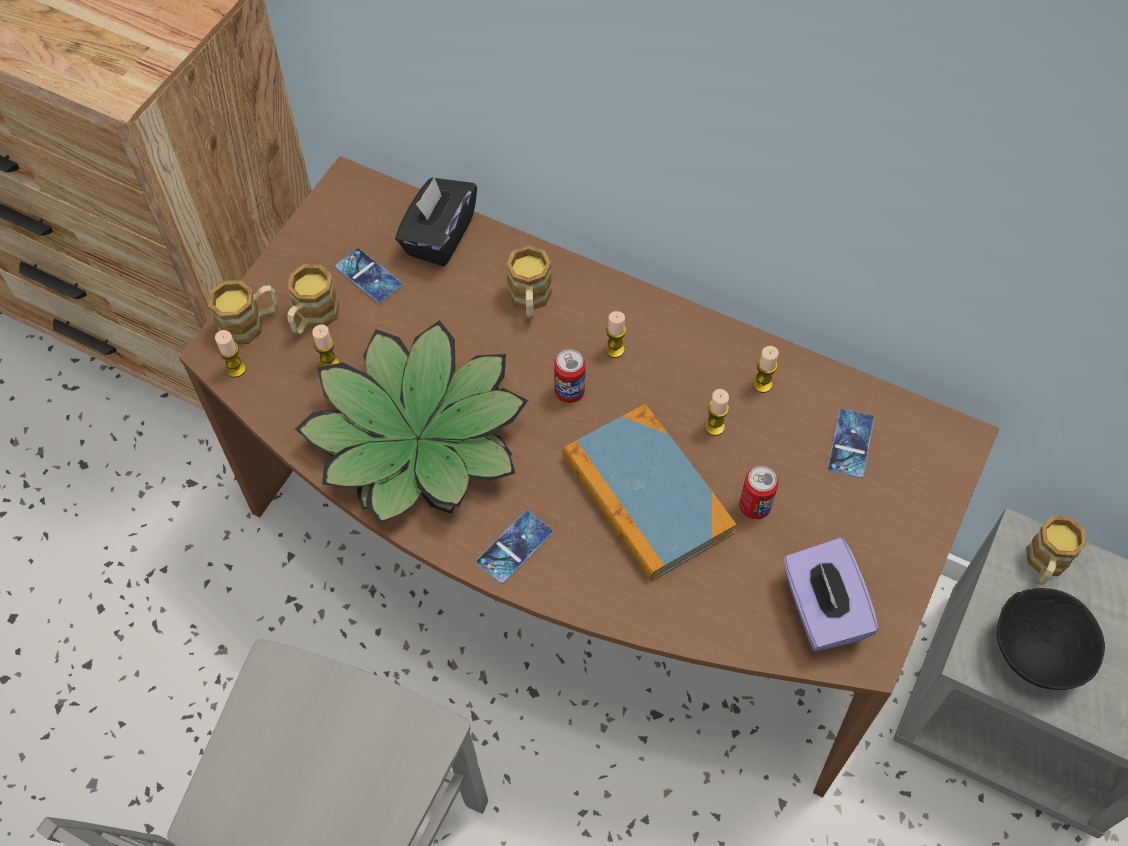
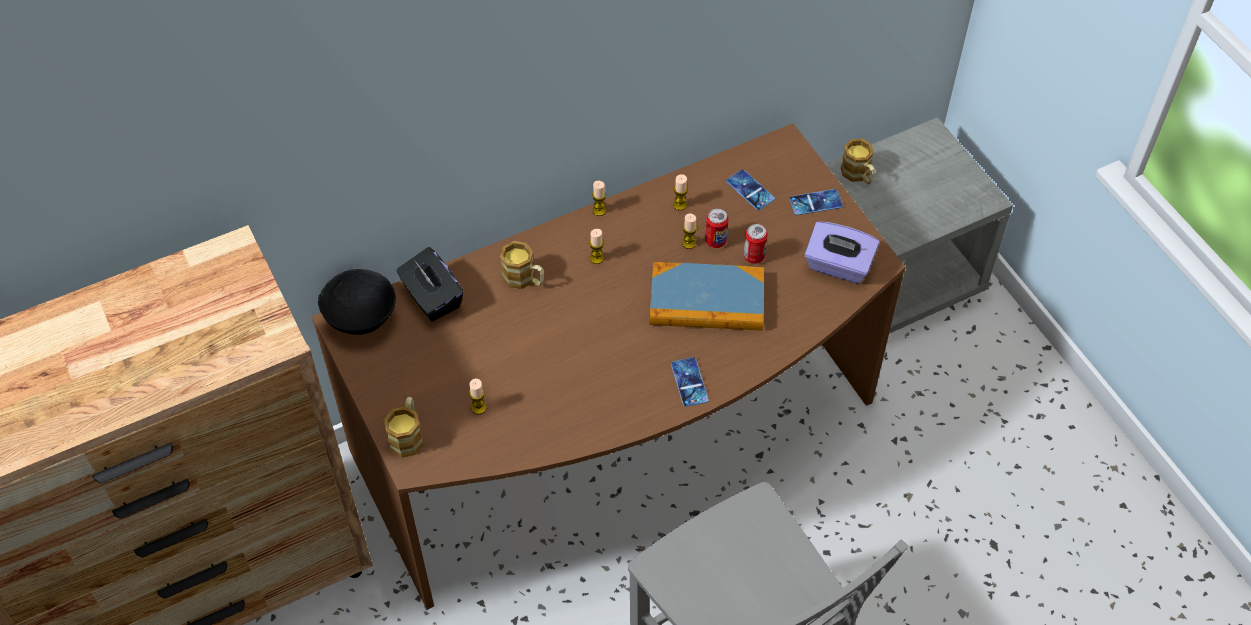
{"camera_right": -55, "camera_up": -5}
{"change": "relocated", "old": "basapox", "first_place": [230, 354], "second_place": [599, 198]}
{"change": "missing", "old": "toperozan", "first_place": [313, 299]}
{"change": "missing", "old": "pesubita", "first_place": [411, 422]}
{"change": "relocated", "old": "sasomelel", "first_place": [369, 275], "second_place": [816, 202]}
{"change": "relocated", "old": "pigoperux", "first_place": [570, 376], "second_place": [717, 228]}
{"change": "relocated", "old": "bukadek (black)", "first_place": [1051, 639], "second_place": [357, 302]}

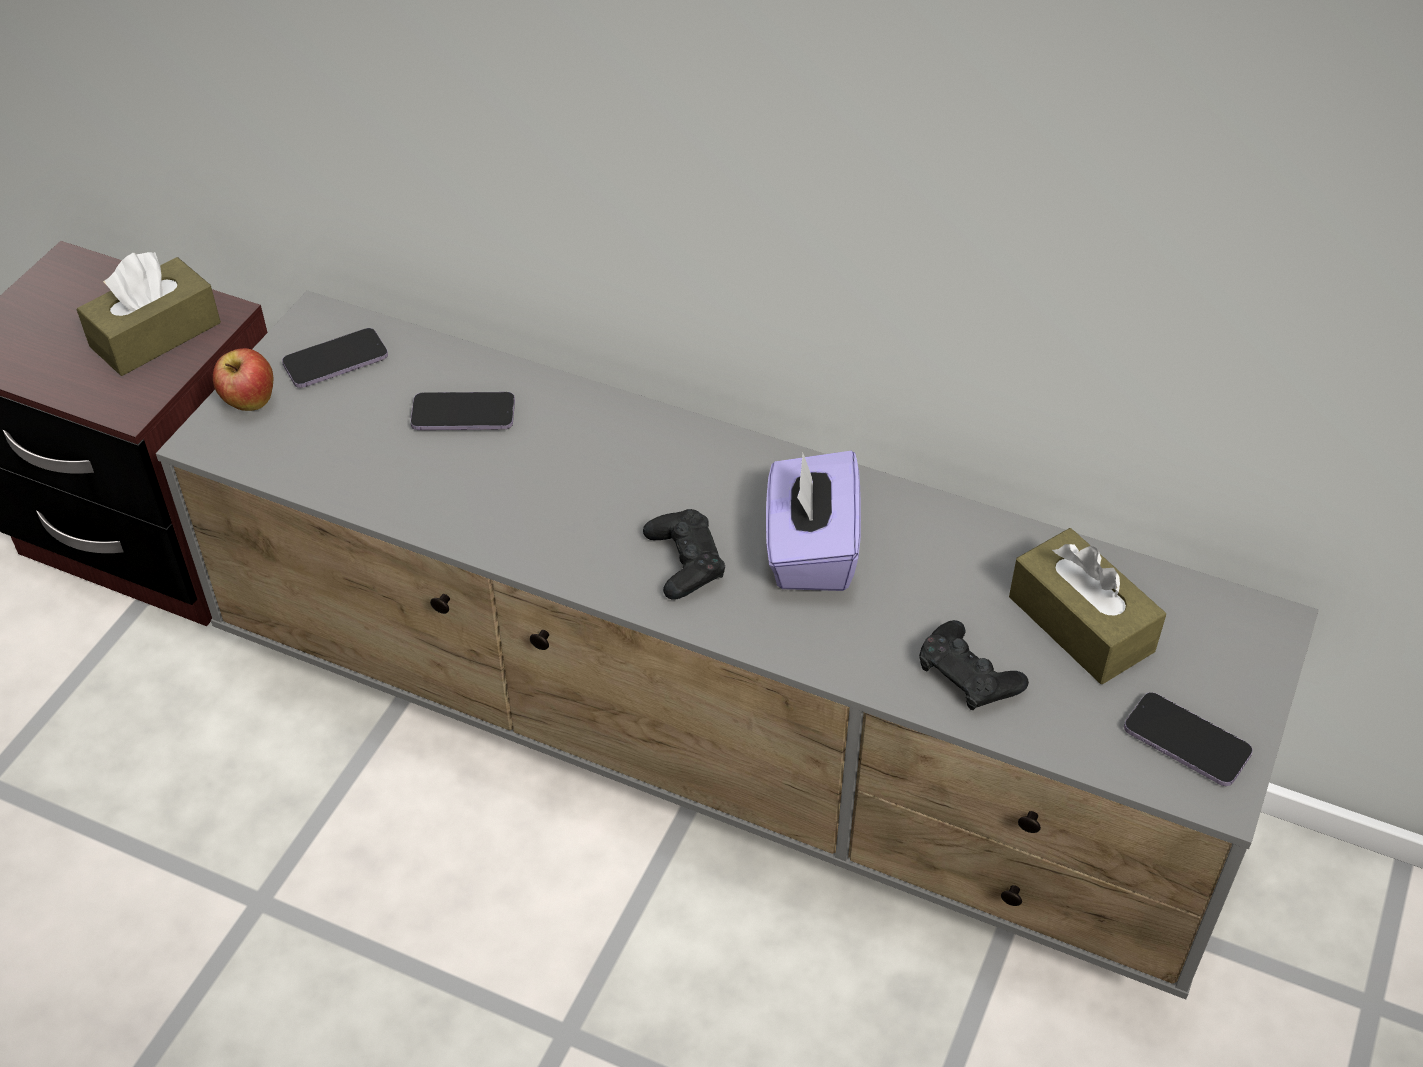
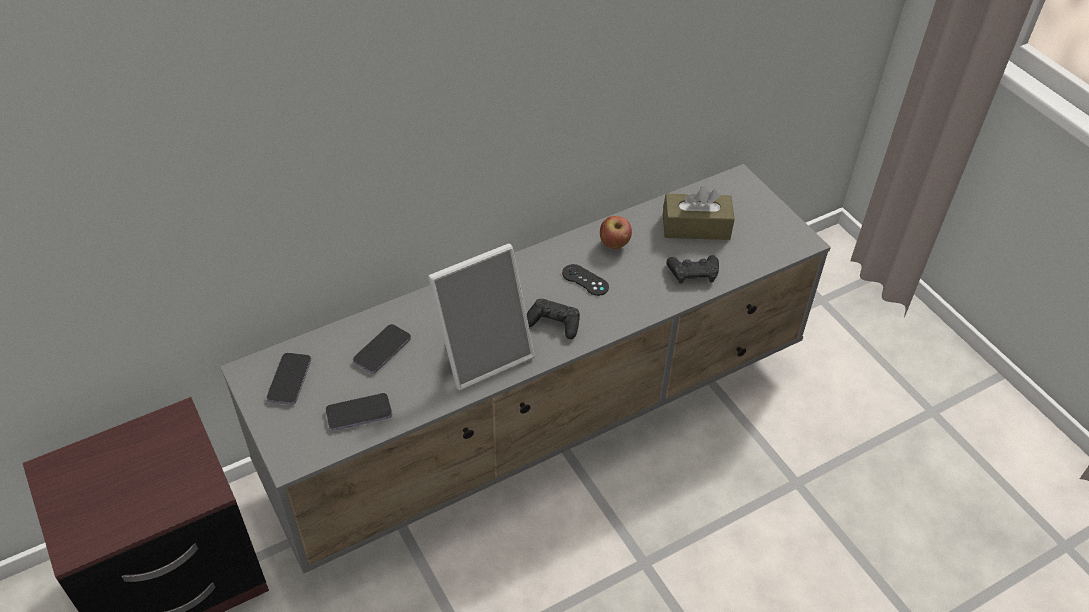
{"camera_right": -55, "camera_up": 0}
{"change": "missing", "old": "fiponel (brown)", "first_place": [148, 314]}
{"change": "relocated", "old": "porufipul", "first_place": [243, 379], "second_place": [616, 232]}
{"change": "exchanged", "old": "fiponel (purple)", "new": "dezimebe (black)", "first_place": [813, 521], "second_place": [585, 280]}
{"change": "relocated", "old": "sasomelel", "first_place": [1188, 739], "second_place": [358, 412]}
{"change": "appeared", "new": "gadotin", "second_place": [481, 317]}

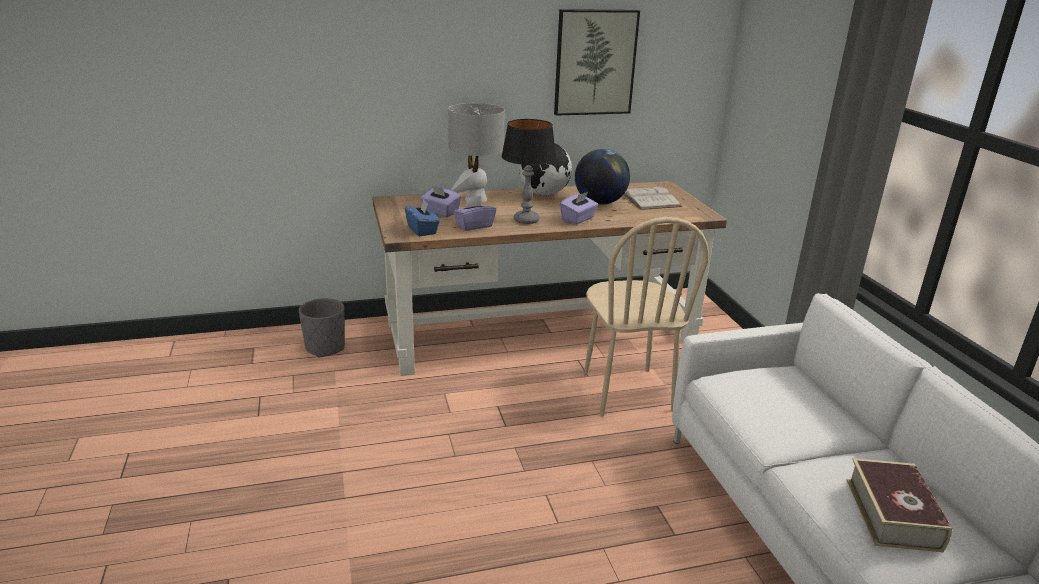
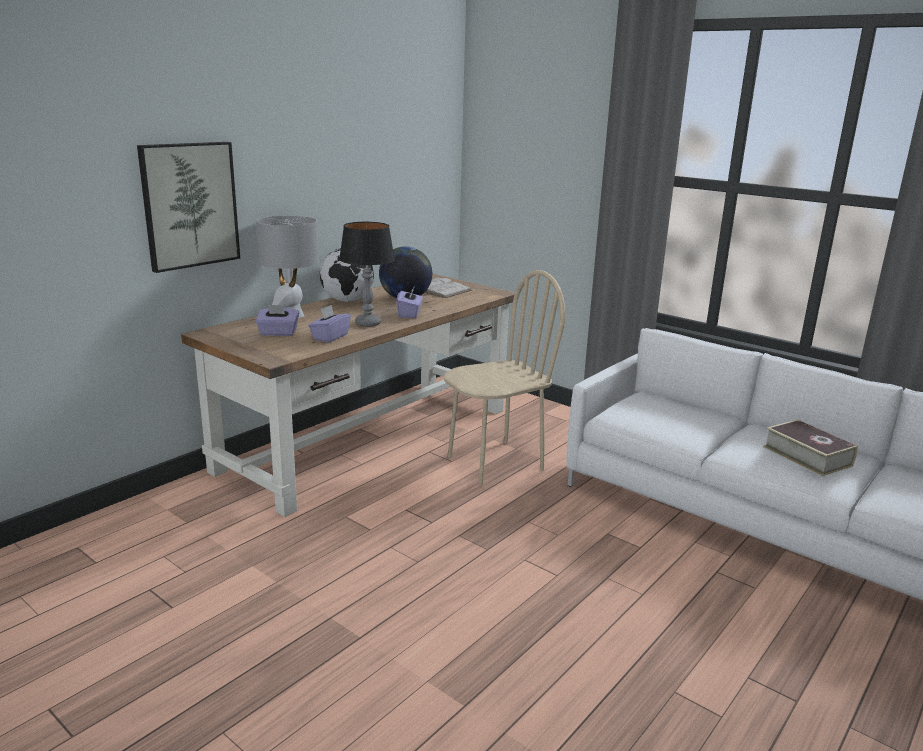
{"camera_right": -35, "camera_up": -5}
{"change": "missing", "old": "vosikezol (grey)", "first_place": [322, 328]}
{"change": "missing", "old": "fiponel (blue)", "first_place": [422, 217]}
{"change": "relocated", "old": "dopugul", "first_place": [597, 62], "second_place": [188, 207]}
{"change": "spun", "old": "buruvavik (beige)", "first_place": [646, 317], "second_place": [504, 377], "degrees": -75}

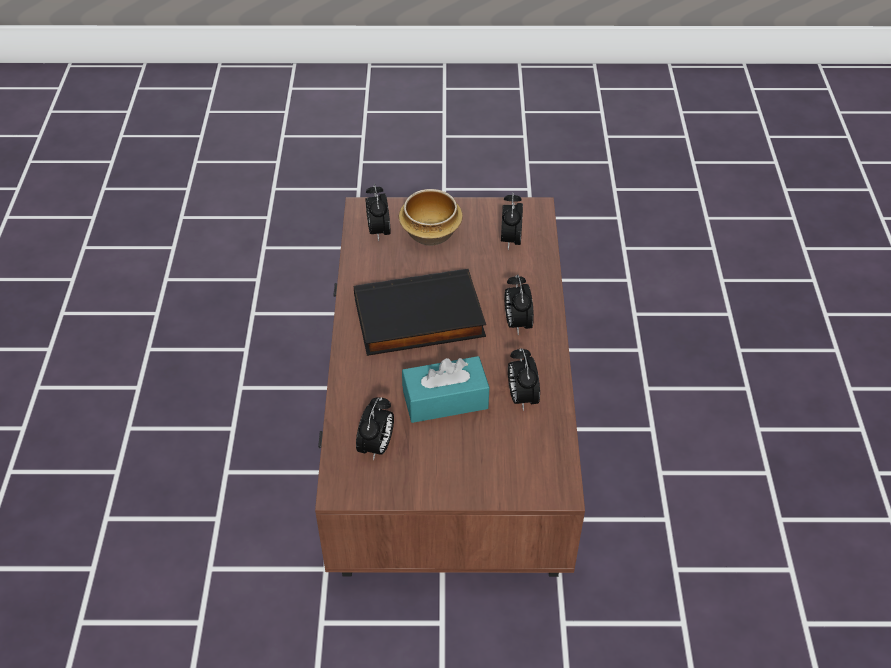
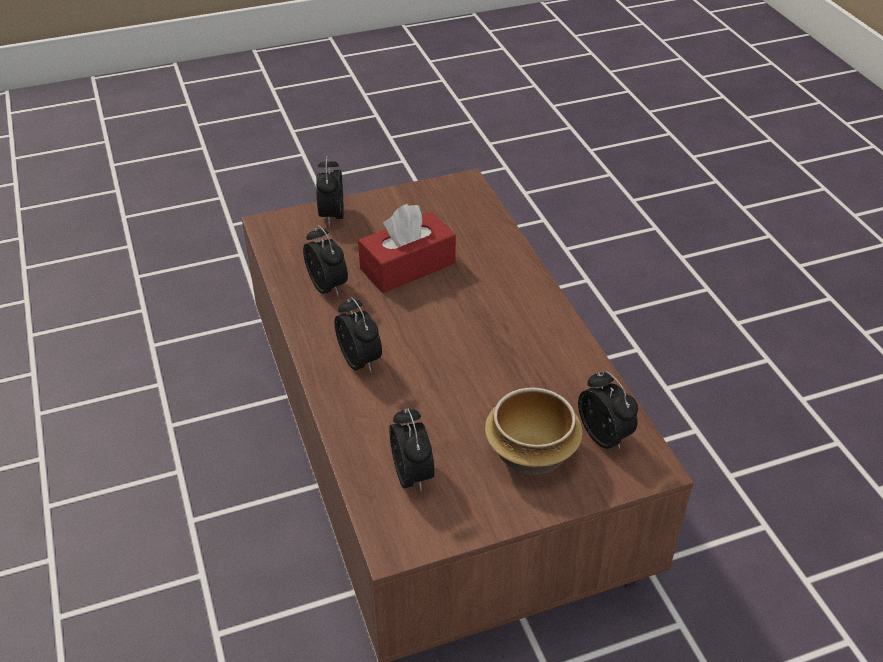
{"camera_right": 160, "camera_up": -5}
{"change": "missing", "old": "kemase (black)", "first_place": [420, 312]}
{"change": "relocated", "old": "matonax", "first_place": [375, 429], "second_place": [330, 191]}
{"change": "colour", "old": "fiponel (turquoise)", "new": "fiponel (red)", "first_place": [445, 389], "second_place": [407, 248]}

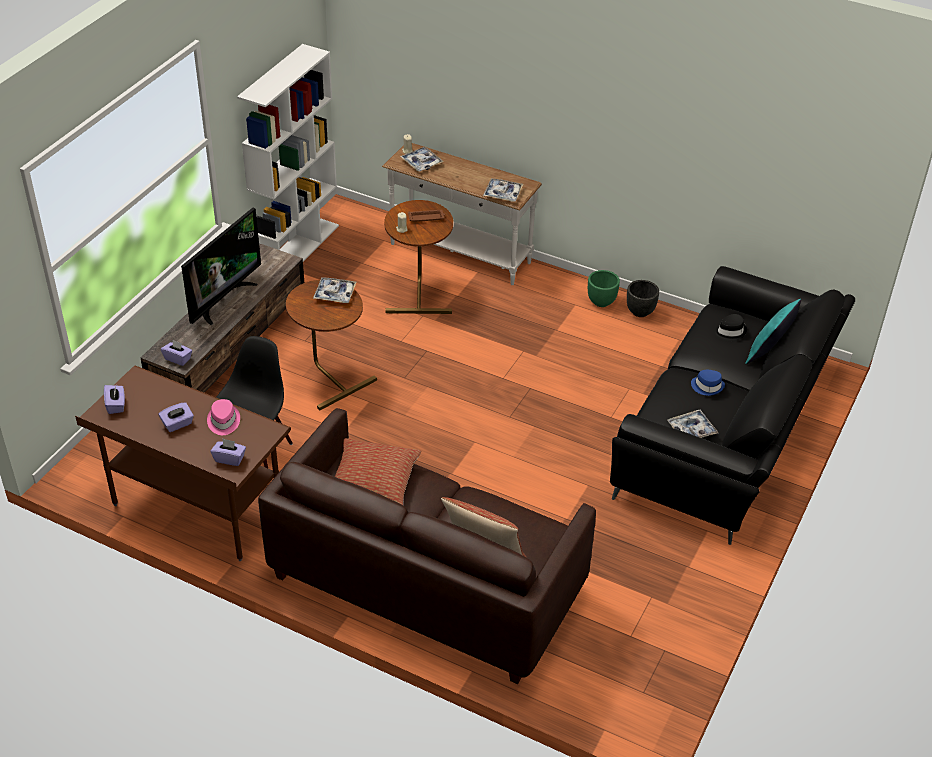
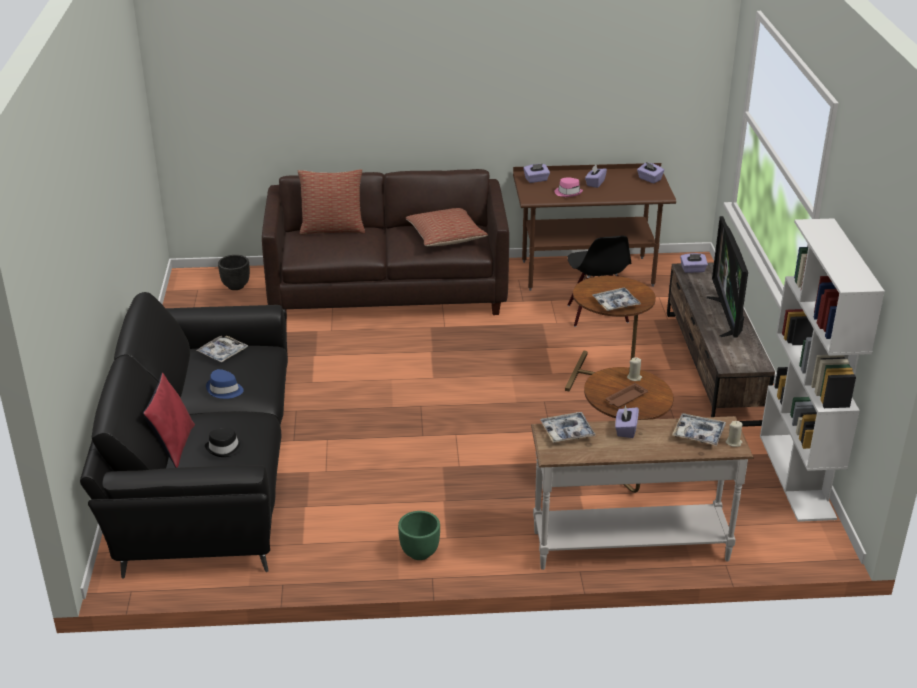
{"camera_right": 150, "camera_up": -10}
{"change": "relocated", "old": "vosikezol (black)", "first_place": [643, 298], "second_place": [234, 272]}
{"change": "colour", "old": "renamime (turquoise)", "new": "renamime (red)", "first_place": [773, 331], "second_place": [169, 420]}
{"change": "appeared", "new": "fiponel (purple)", "second_place": [627, 421]}

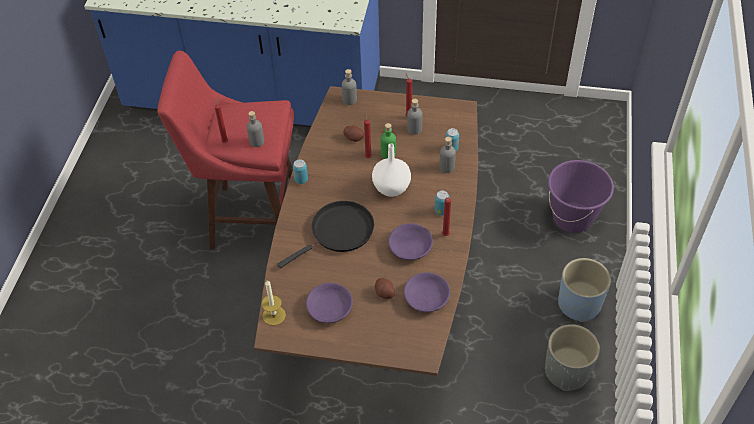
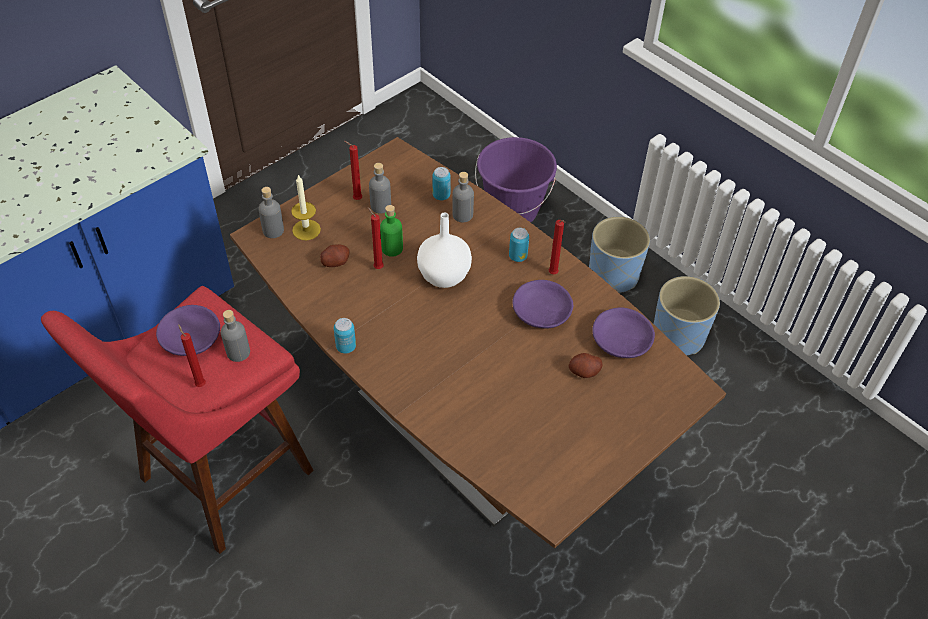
{"camera_right": -55, "camera_up": 0}
{"change": "relocated", "old": "basapox", "first_place": [274, 303], "second_place": [306, 207]}
{"change": "missing", "old": "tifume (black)", "first_place": [325, 234]}
{"change": "relocated", "old": "bukadek (purple)", "first_place": [329, 303], "second_place": [188, 330]}
{"change": "colour", "old": "vosikezol (grey)", "new": "vosikezol (blue)", "first_place": [572, 357], "second_place": [687, 315]}

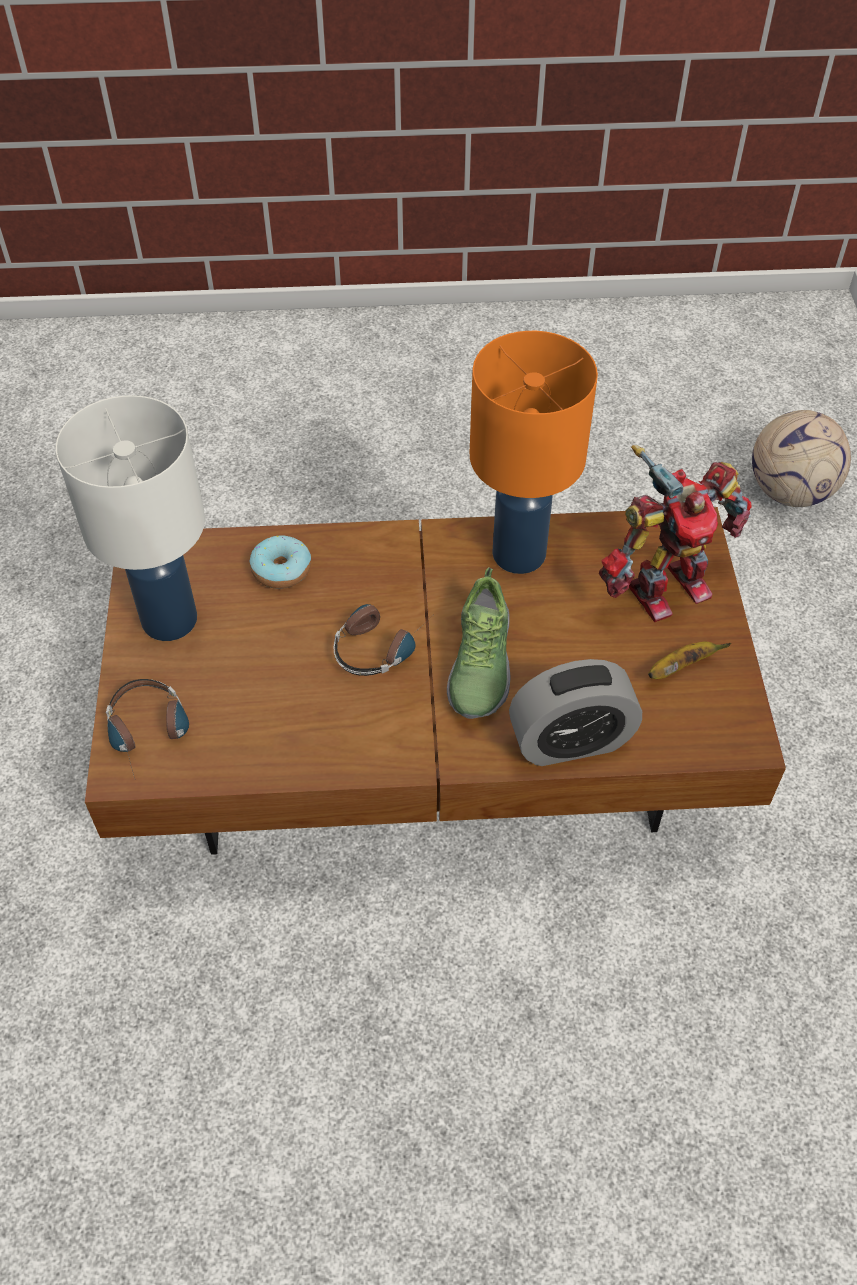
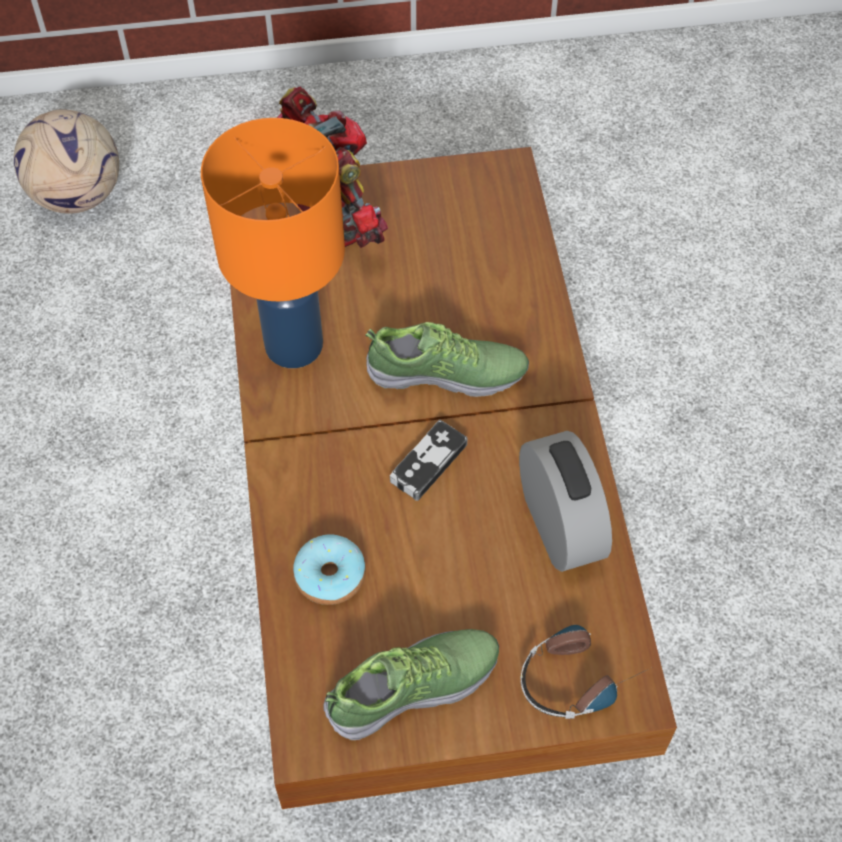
{"camera_right": -95, "camera_up": 5}
{"change": "exchanged", "old": "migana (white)", "new": "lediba", "first_place": [130, 518], "second_place": [411, 684]}
{"change": "exchanged", "old": "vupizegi", "new": "dezimebe", "first_place": [381, 640], "second_place": [429, 460]}
{"change": "relocated", "old": "matonax", "first_place": [575, 712], "second_place": [565, 501]}
{"change": "missing", "old": "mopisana", "first_place": [689, 660]}

